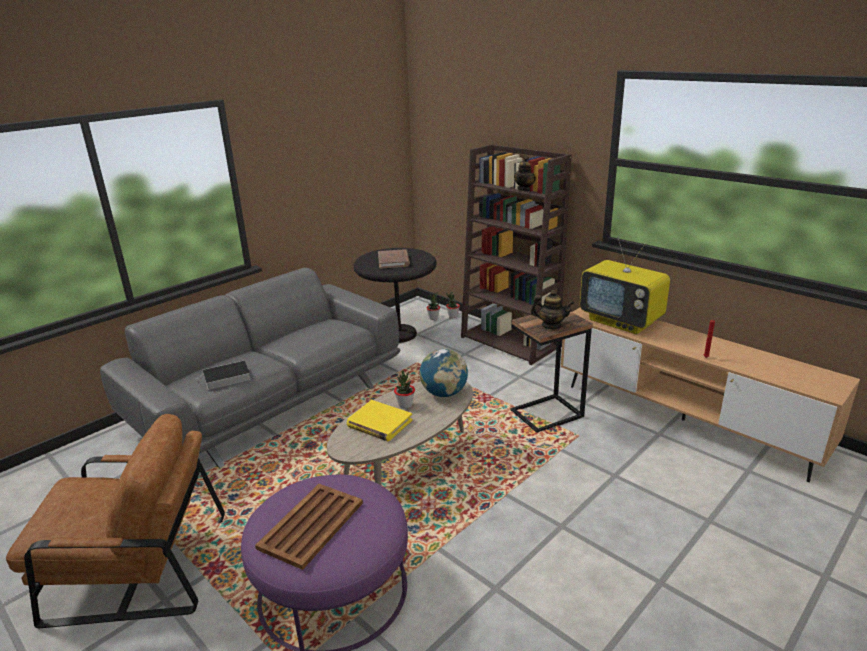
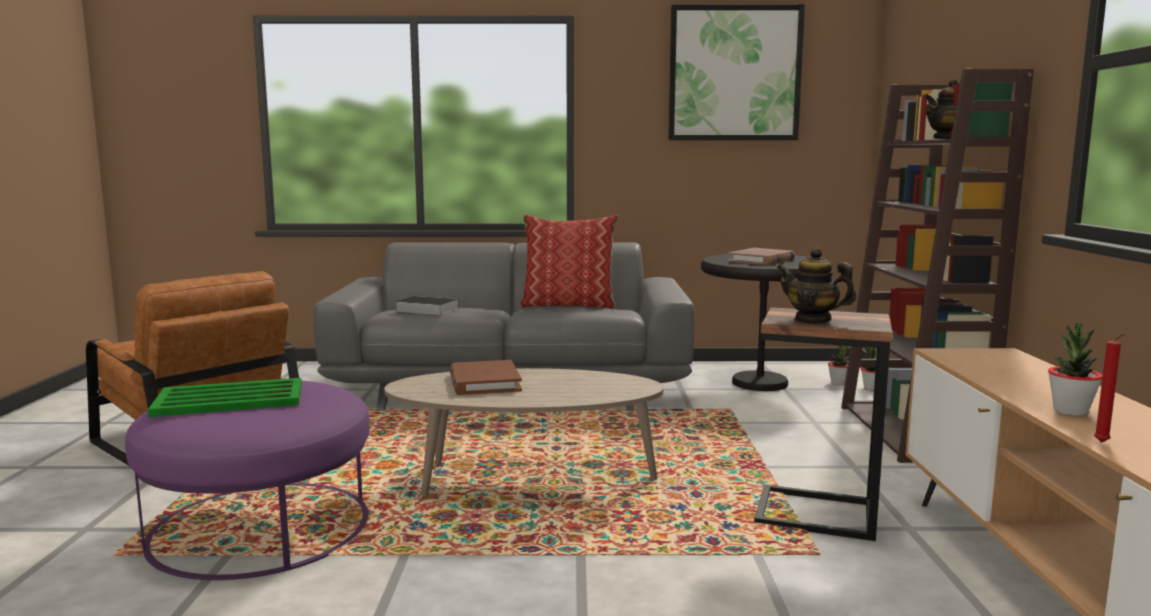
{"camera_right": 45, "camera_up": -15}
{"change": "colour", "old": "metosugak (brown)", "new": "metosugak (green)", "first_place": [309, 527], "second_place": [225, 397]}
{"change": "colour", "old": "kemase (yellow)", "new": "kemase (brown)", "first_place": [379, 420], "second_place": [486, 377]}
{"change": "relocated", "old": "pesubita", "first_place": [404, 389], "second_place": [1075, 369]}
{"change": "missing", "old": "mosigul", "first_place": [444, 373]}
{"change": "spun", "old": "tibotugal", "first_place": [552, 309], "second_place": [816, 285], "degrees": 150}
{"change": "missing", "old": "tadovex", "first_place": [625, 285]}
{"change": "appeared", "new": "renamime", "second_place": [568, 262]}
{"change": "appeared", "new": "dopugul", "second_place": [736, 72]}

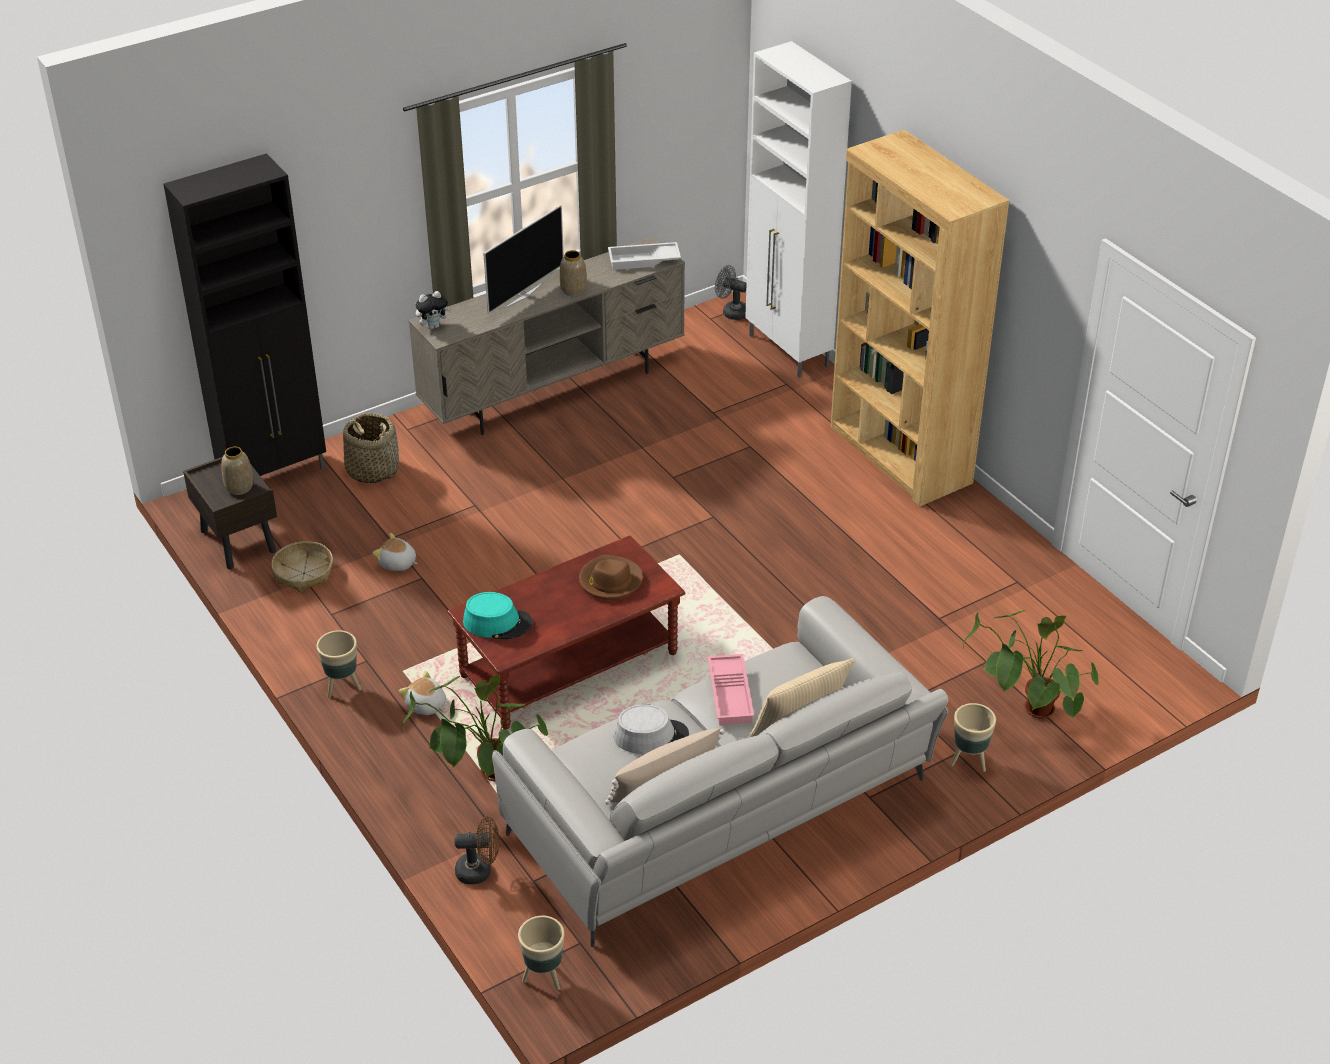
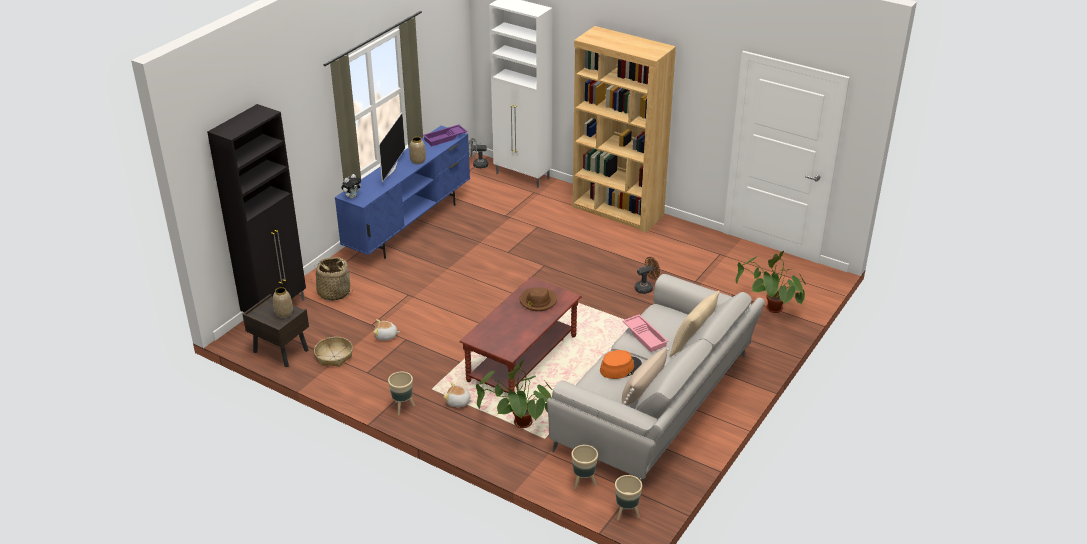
{"camera_right": -25, "camera_up": -5}
{"change": "colour", "old": "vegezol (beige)", "new": "vegezol (blue)", "first_place": [546, 336], "second_place": [402, 192]}
{"change": "relocated", "old": "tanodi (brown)", "first_place": [477, 850], "second_place": [647, 275]}
{"change": "missing", "old": "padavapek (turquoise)", "first_place": [498, 615]}
{"change": "colour", "old": "metosugak (white)", "new": "metosugak (purple)", "first_place": [644, 256], "second_place": [445, 135]}
{"change": "colour", "old": "padavapek (grey)", "new": "padavapek (orange)", "first_place": [651, 729], "second_place": [621, 364]}
{"change": "relocated", "old": "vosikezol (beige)", "first_place": [973, 737], "second_place": [584, 467]}

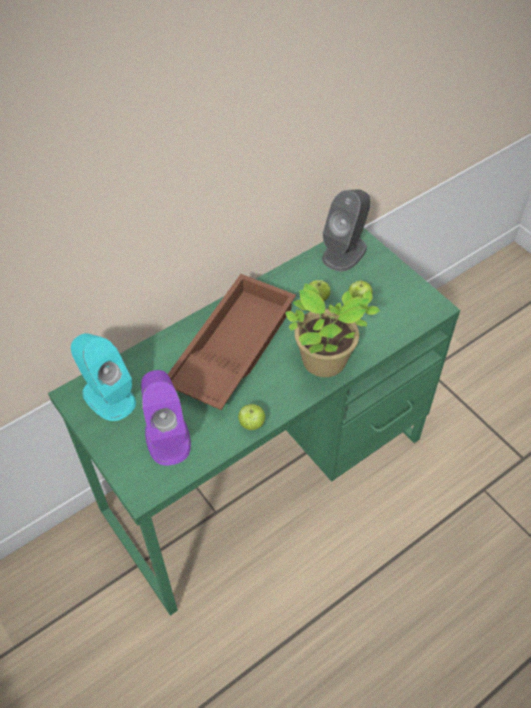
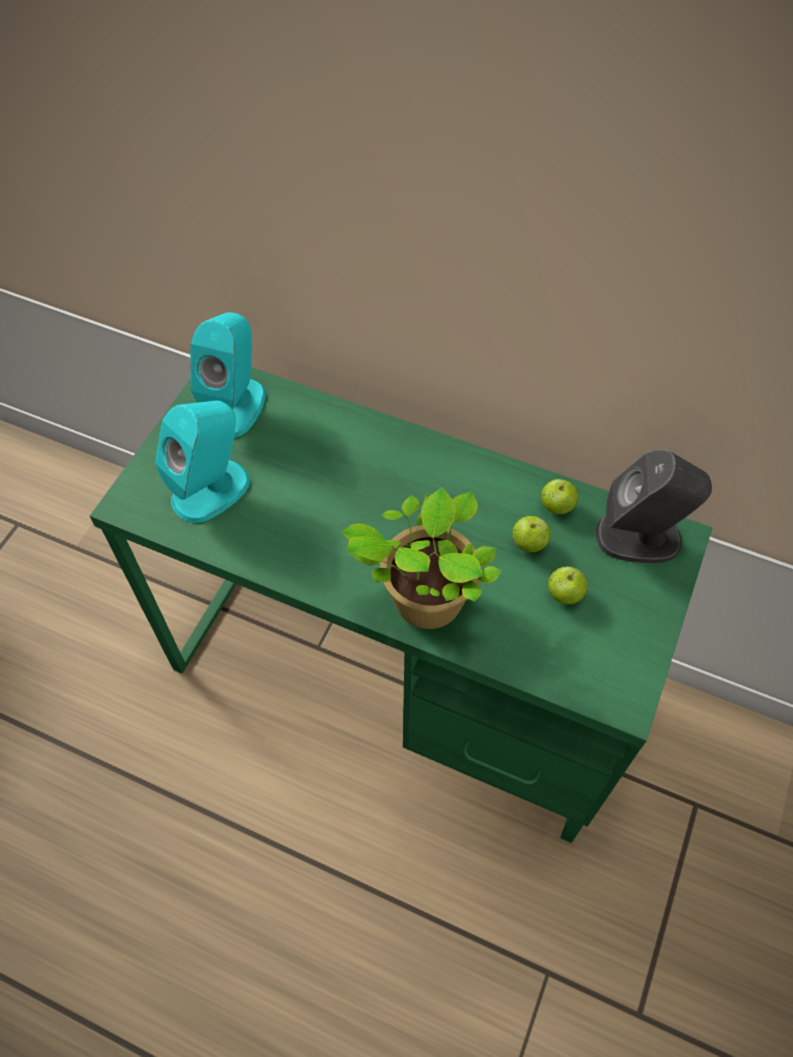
{"camera_right": 60, "camera_up": 5}
{"change": "colour", "old": "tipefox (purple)", "new": "tipefox (turquoise)", "first_place": [166, 417], "second_place": [202, 462]}
{"change": "missing", "old": "metosugak (brown)", "first_place": [232, 342]}
{"change": "relocated", "old": "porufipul", "first_place": [251, 417], "second_place": [559, 496]}

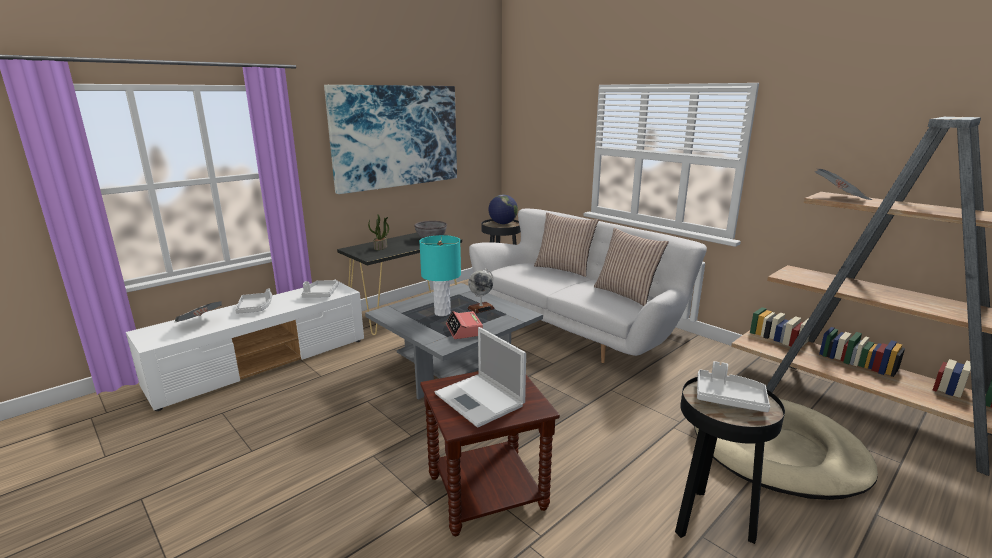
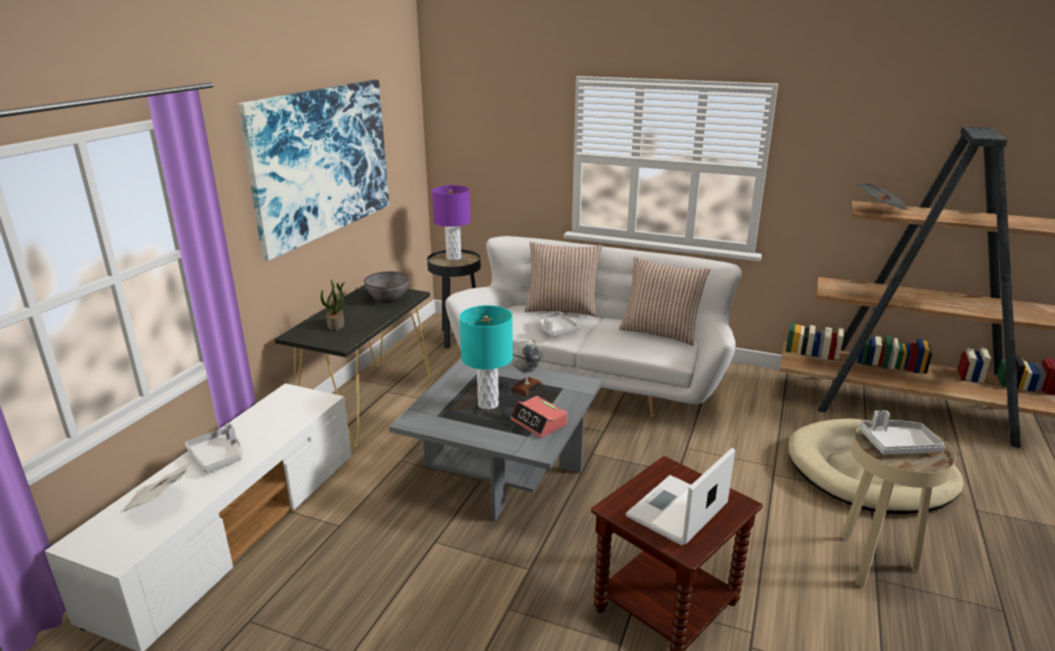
{"camera_right": -25, "camera_up": 5}
{"change": "relocated", "old": "metosugak (grey)", "first_place": [320, 289], "second_place": [559, 324]}
{"change": "spun", "old": "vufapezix", "first_place": [480, 377], "second_place": [680, 497], "degrees": 105}
{"change": "exchanged", "old": "mosigul", "new": "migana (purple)", "first_place": [503, 209], "second_place": [451, 222]}
{"change": "colour", "old": "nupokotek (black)", "new": "nupokotek (beige)", "first_place": [730, 460], "second_place": [898, 504]}

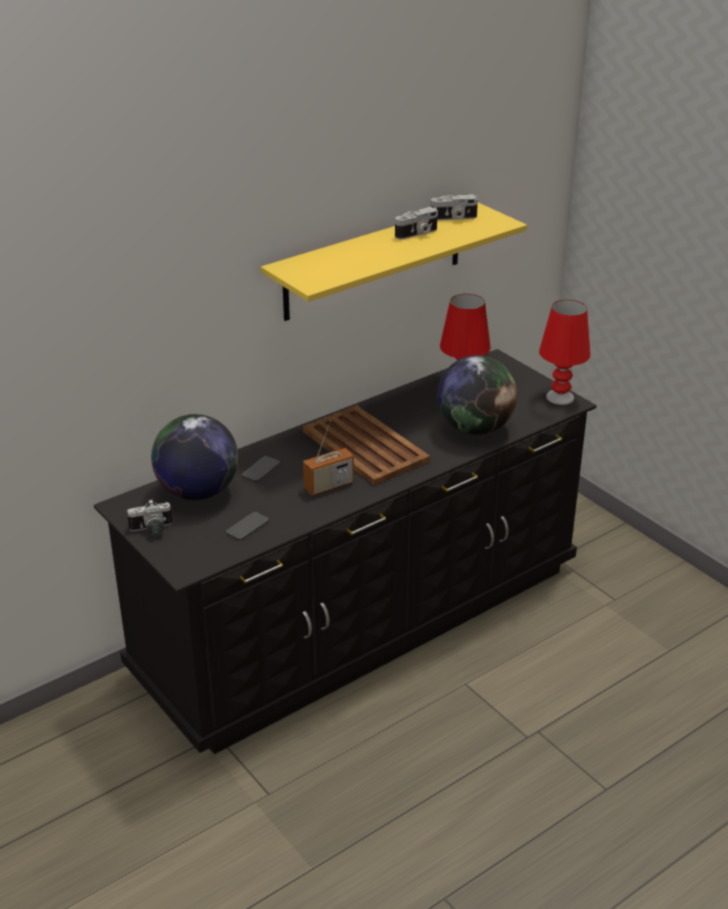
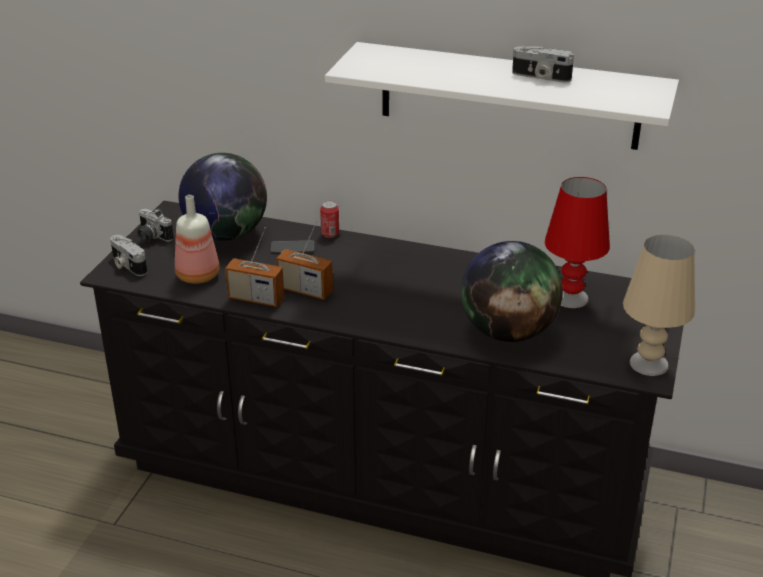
{"camera_right": 55, "camera_up": 0}
{"change": "exchanged", "old": "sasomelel", "new": "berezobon", "first_place": [247, 526], "second_place": [197, 239]}
{"change": "colour", "old": "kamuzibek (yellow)", "new": "kamuzibek (white)", "first_place": [394, 262], "second_place": [502, 96]}
{"change": "missing", "old": "metosugak (brown)", "first_place": [366, 445]}
{"change": "relocated", "old": "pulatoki", "first_place": [454, 207], "second_place": [128, 255]}
{"change": "colour", "old": "migana (red)", "new": "migana (beige)", "first_place": [565, 352], "second_place": [659, 305]}
{"change": "appeared", "new": "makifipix", "second_place": [254, 267]}
{"change": "appeared", "new": "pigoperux", "second_place": [329, 219]}

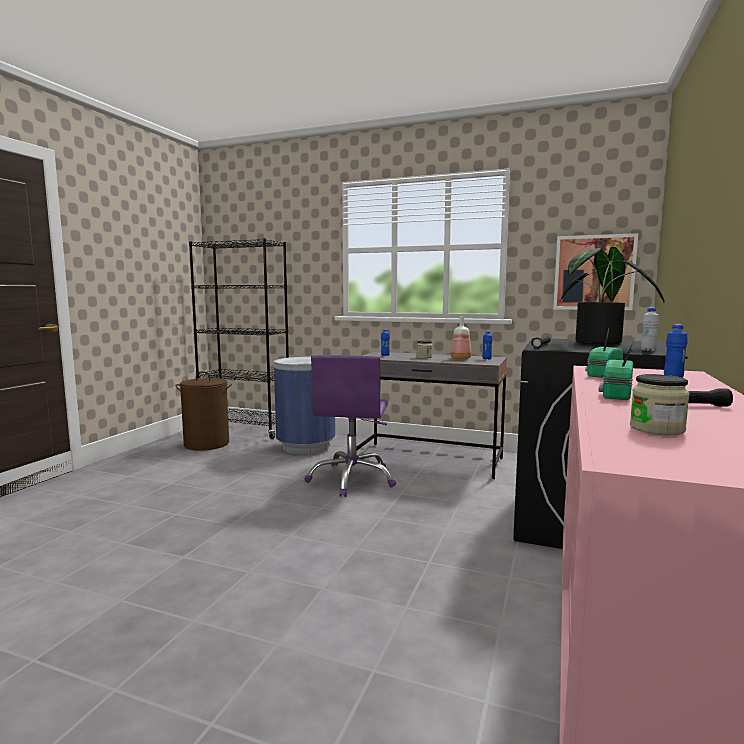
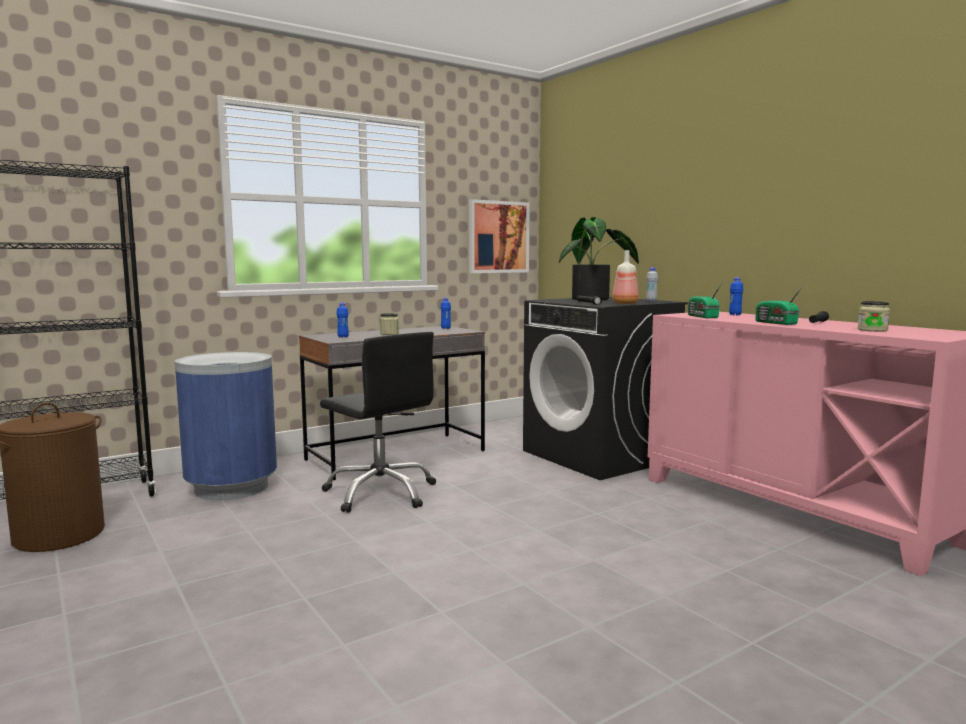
{"camera_right": -55, "camera_up": 0}
{"change": "colour", "old": "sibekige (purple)", "new": "sibekige (black)", "first_place": [350, 426], "second_place": [378, 422]}
{"change": "relocated", "old": "berezobon", "first_place": [460, 338], "second_place": [625, 277]}

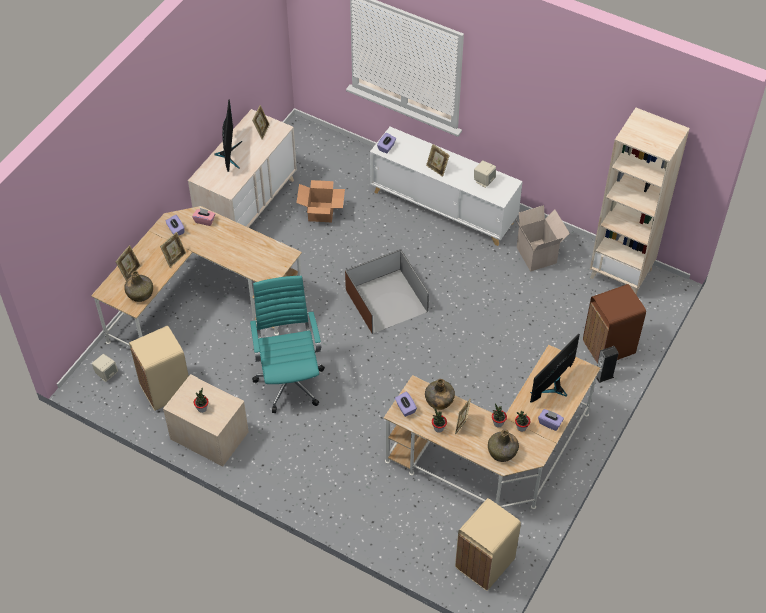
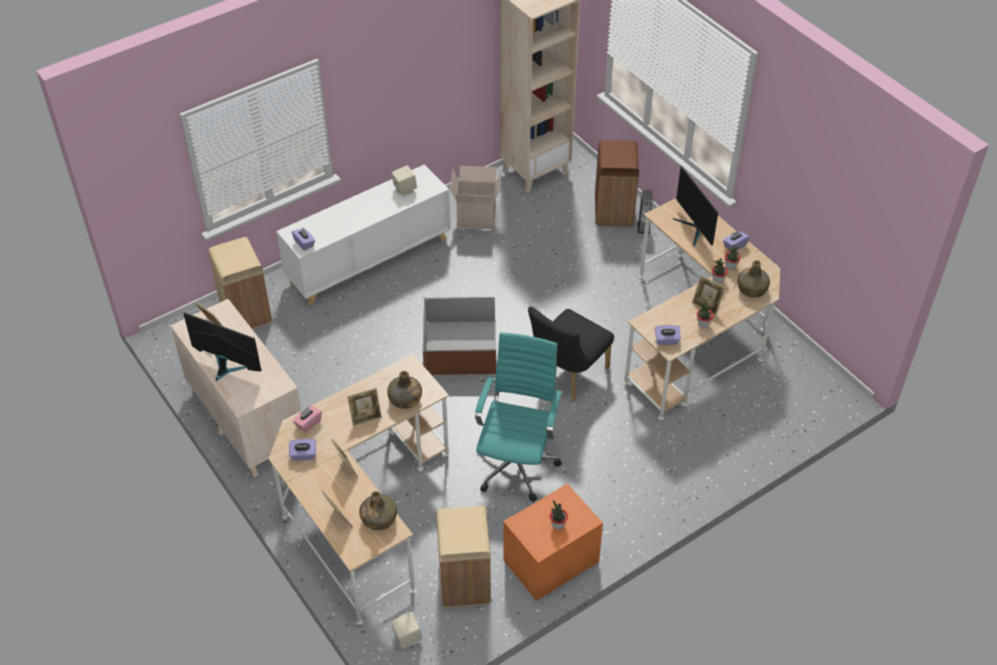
{"camera_right": -65, "camera_up": -5}
{"change": "colour", "old": "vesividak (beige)", "new": "vesividak (orange)", "first_place": [206, 420], "second_place": [553, 542]}
{"change": "spun", "old": "sibekige (turquoise)", "first_place": [287, 344], "second_place": [518, 417], "degrees": 90}
{"change": "missing", "old": "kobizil", "first_place": [320, 201]}
{"change": "relocated", "old": "berezobon (green)", "first_place": [440, 394], "second_place": [404, 390]}
{"change": "relocated", "old": "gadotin", "first_place": [438, 160], "second_place": [364, 407]}
{"change": "relocated", "old": "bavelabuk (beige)", "first_place": [488, 544], "second_place": [240, 283]}
{"change": "appeared", "new": "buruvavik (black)", "second_place": [571, 354]}

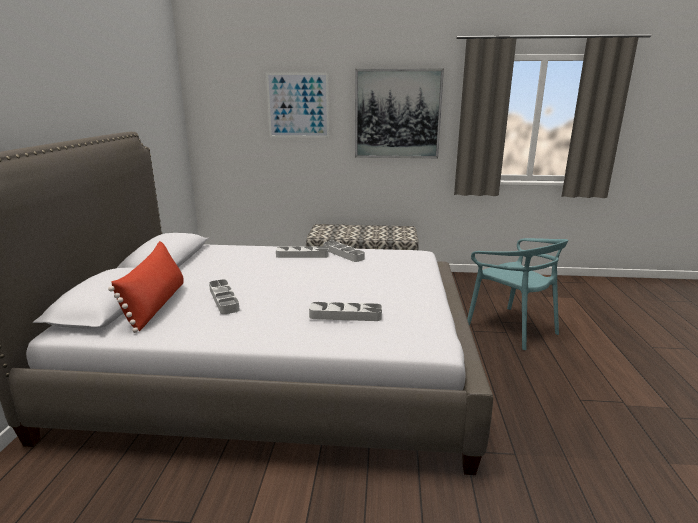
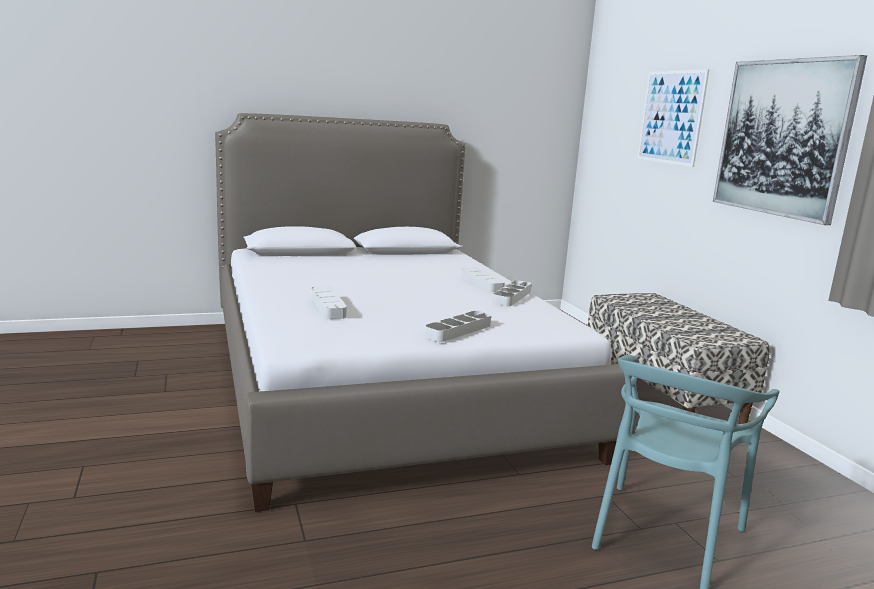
{"camera_right": 65, "camera_up": -5}
{"change": "missing", "old": "renamime (red)", "first_place": [146, 287]}
{"change": "relocated", "old": "metosugak (grey)", "first_place": [224, 296], "second_place": [458, 326]}

